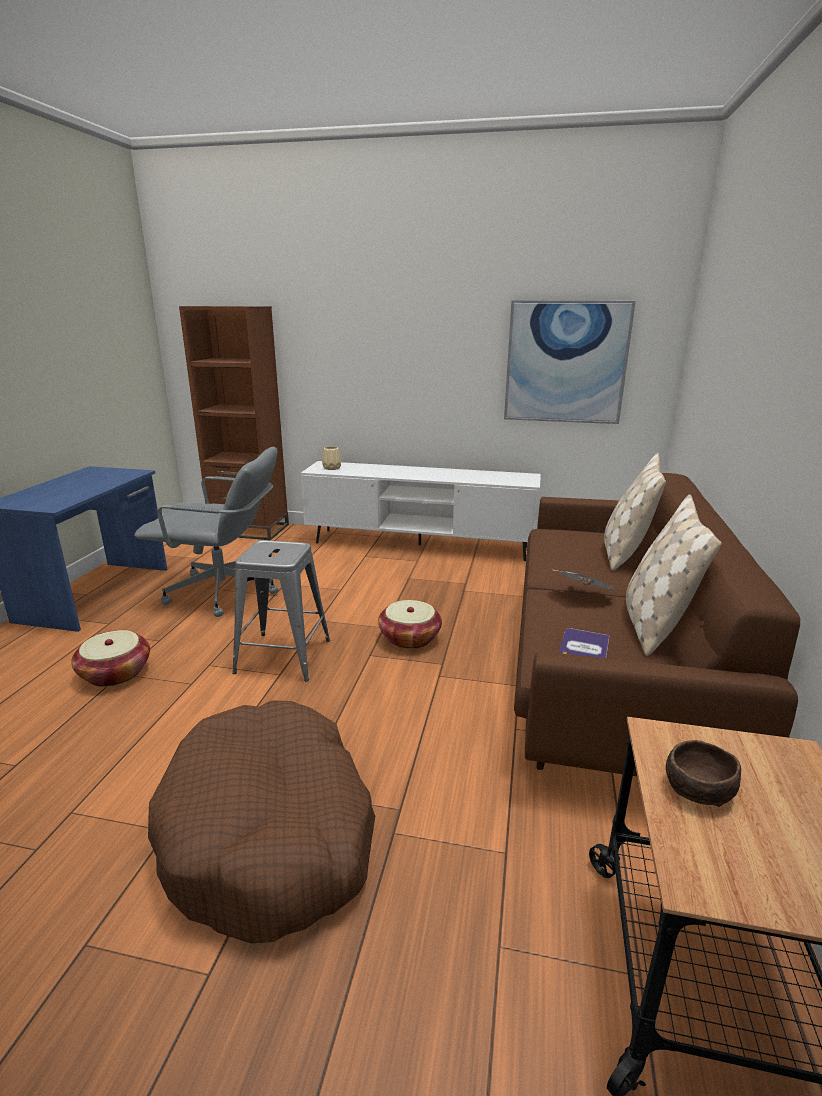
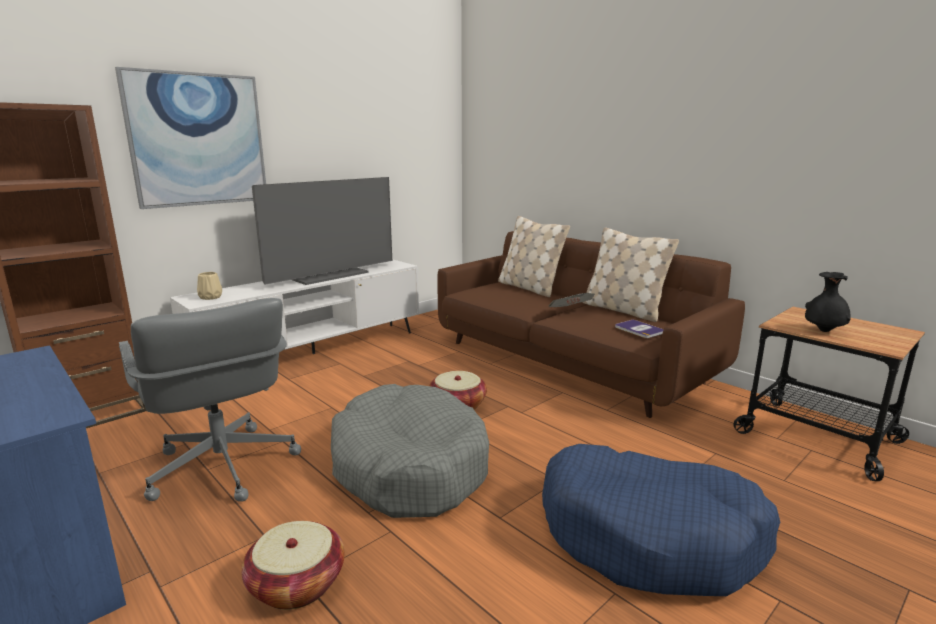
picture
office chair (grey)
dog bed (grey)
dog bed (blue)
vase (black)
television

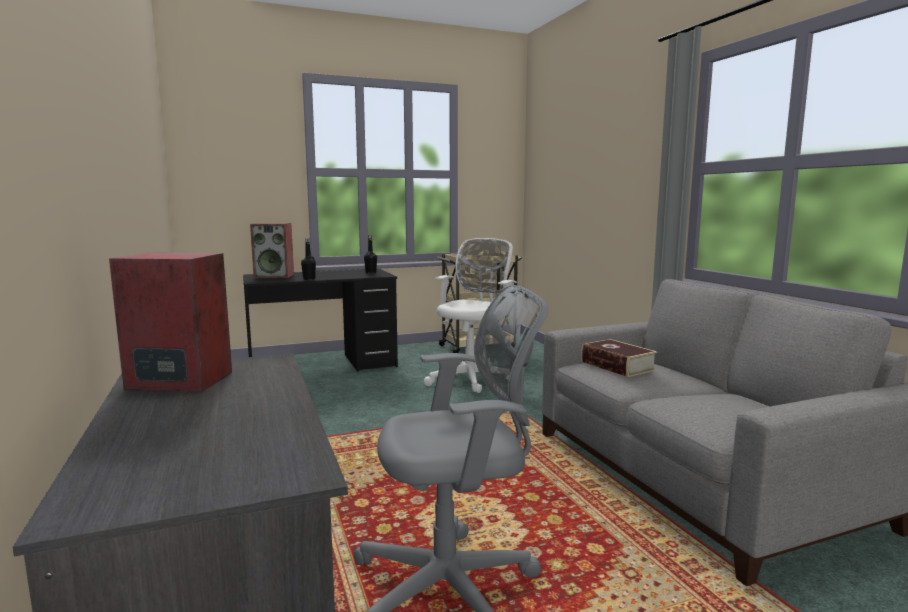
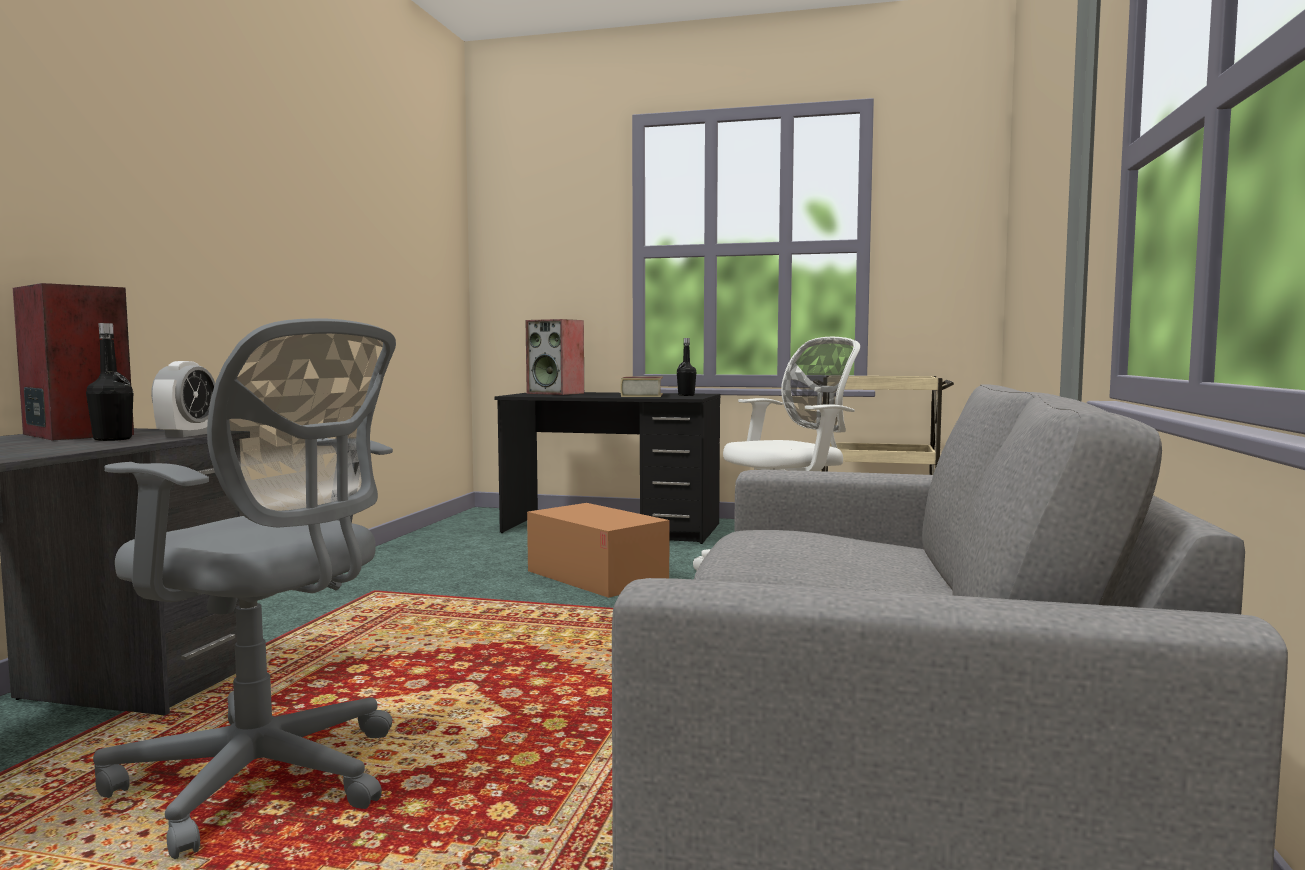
bottle (black) (no. 1 from left)
book
alarm clock
cardboard box

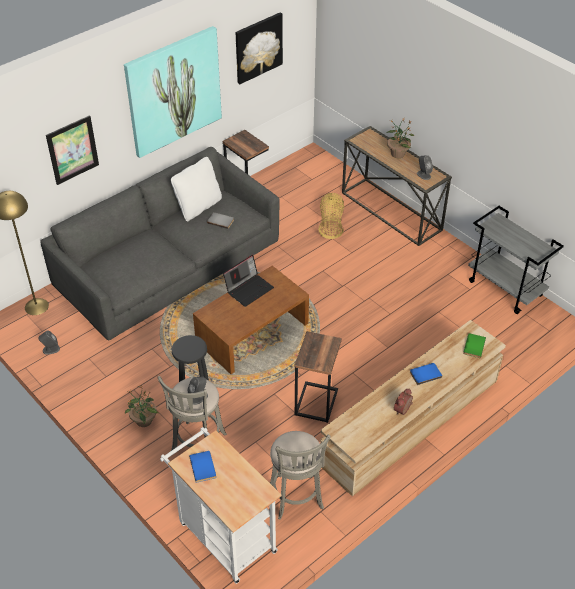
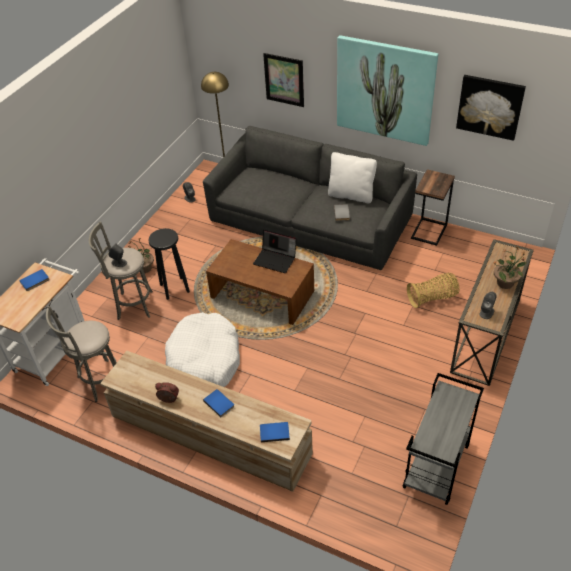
dog bed (white)
book (blue) (no. 3 from left)

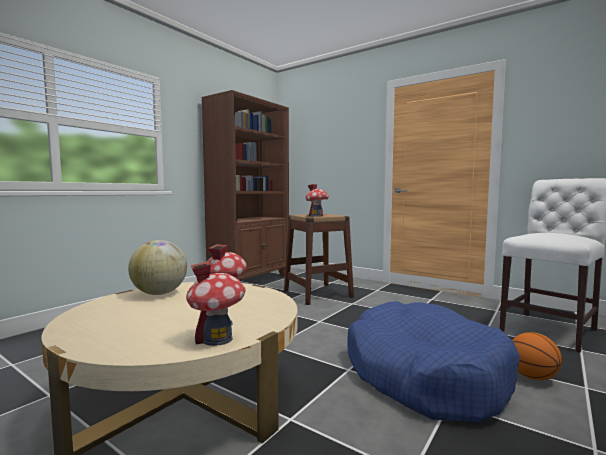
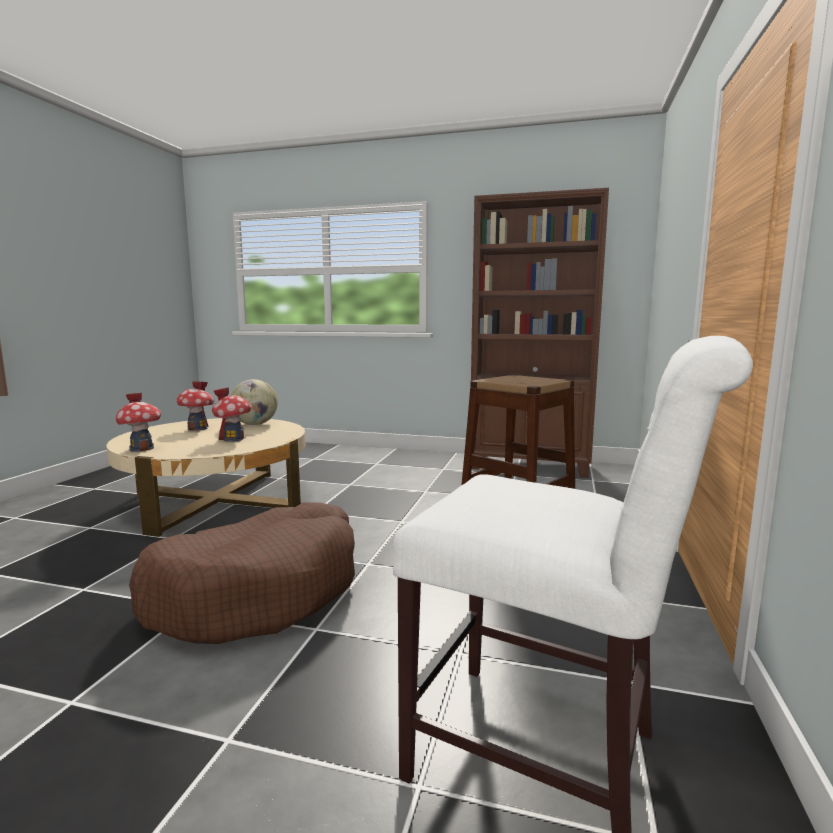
toy house (no. 2 from left)
dog bed (brown)
basketball

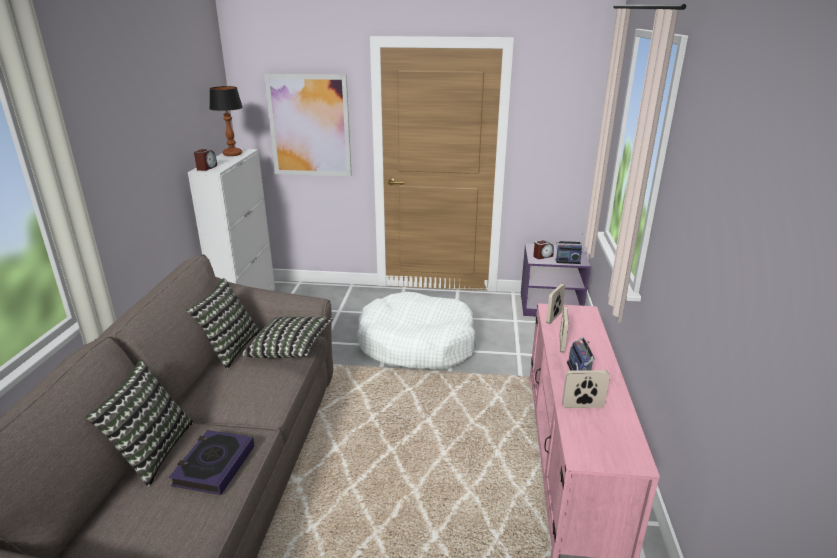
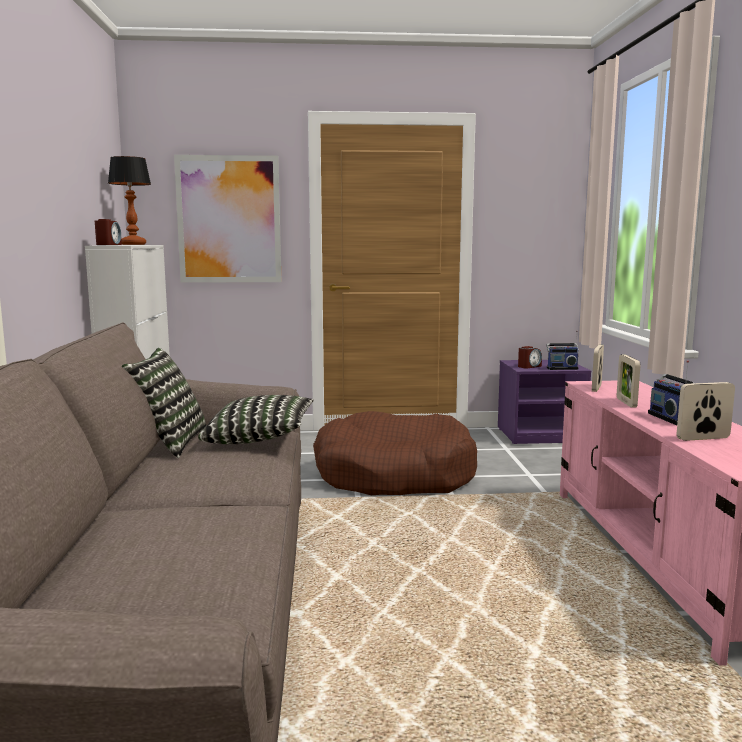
dog bed (brown)
pillow (no. 1 from left in the first image)
book

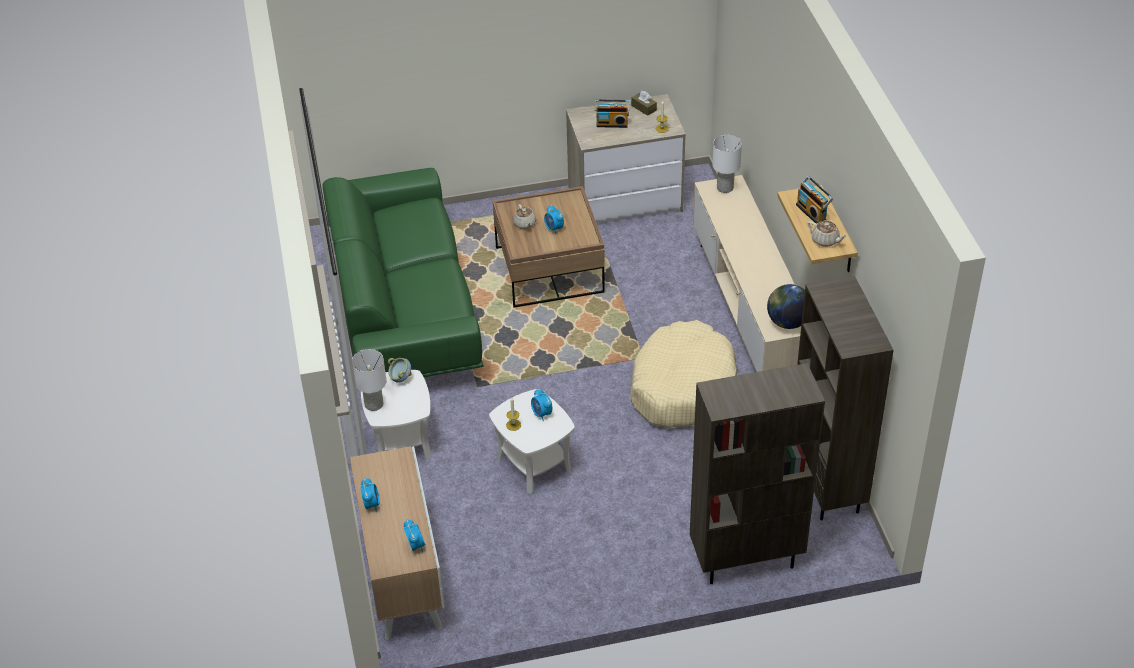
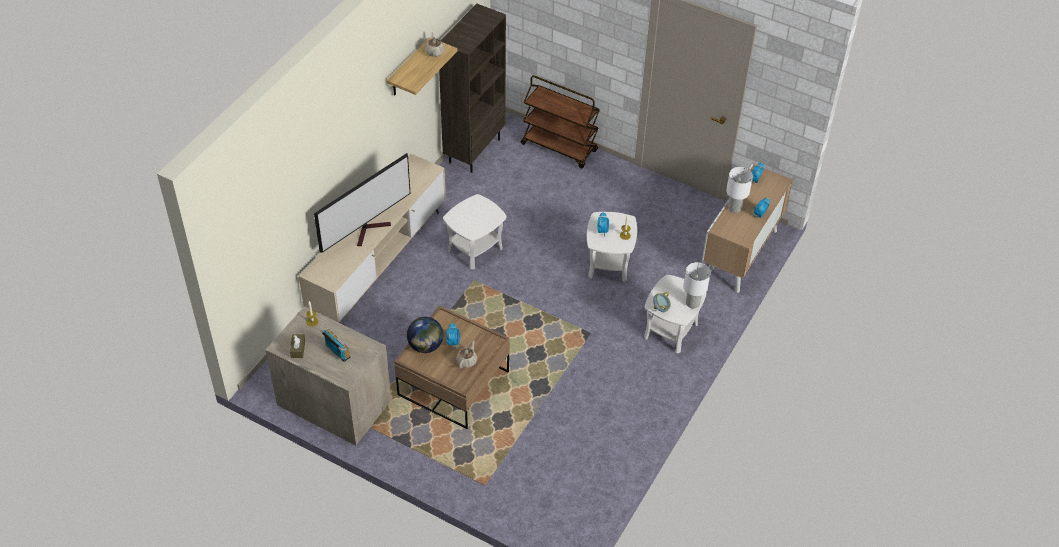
table lamp (white) (no. 2 from left)
sofa (green)
radio (no. 2 from left in the first image)
globe
side table (white) (no. 1 from left)
cart (brown)
television

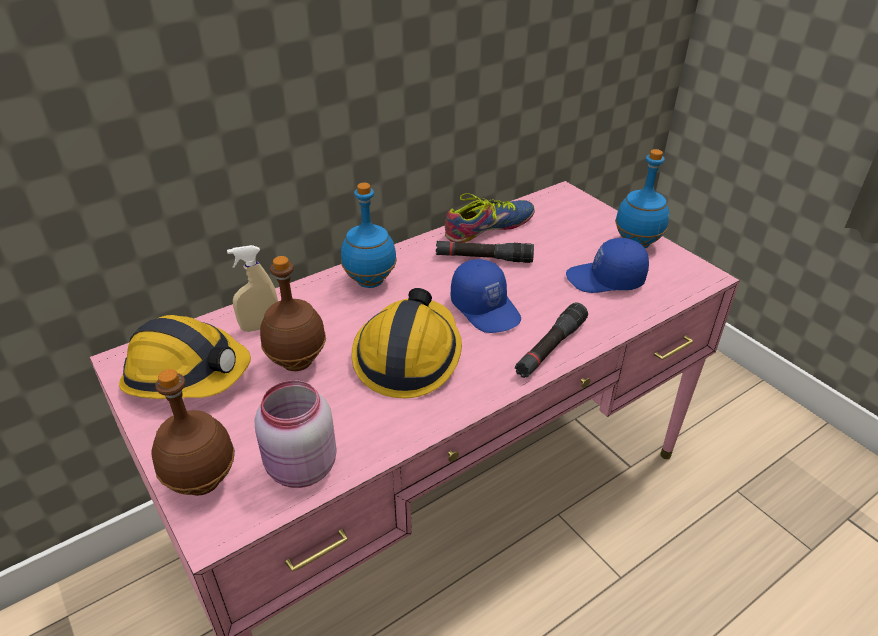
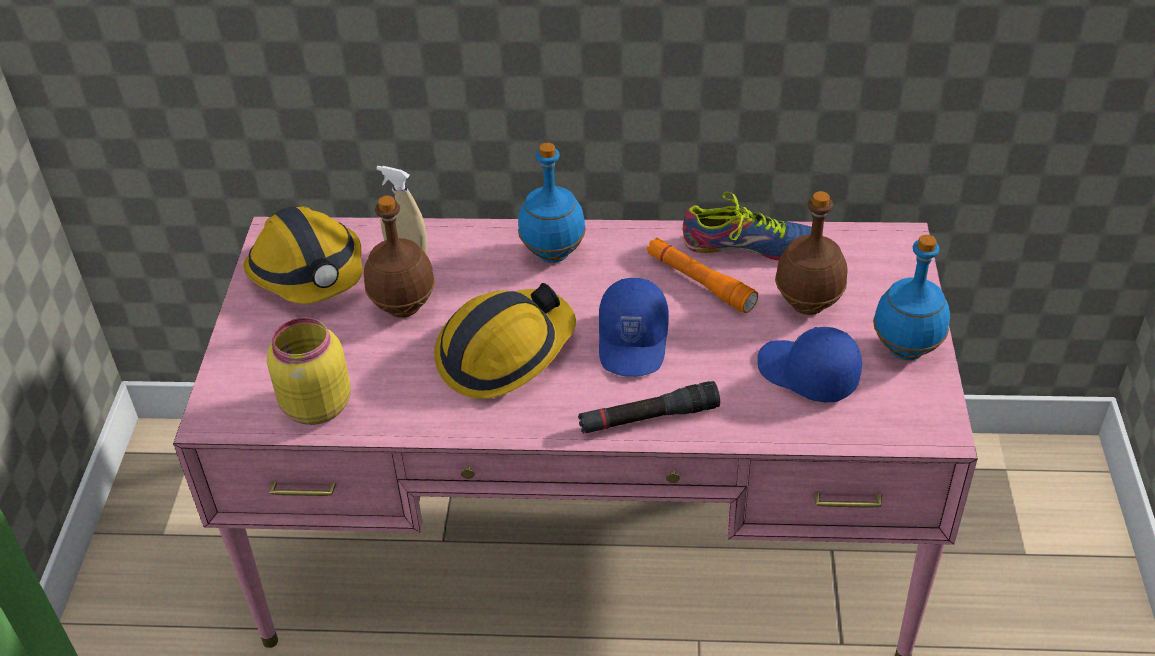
flashlight (orange)
bottle (brown) (no. 2 from left)
jar (yellow)

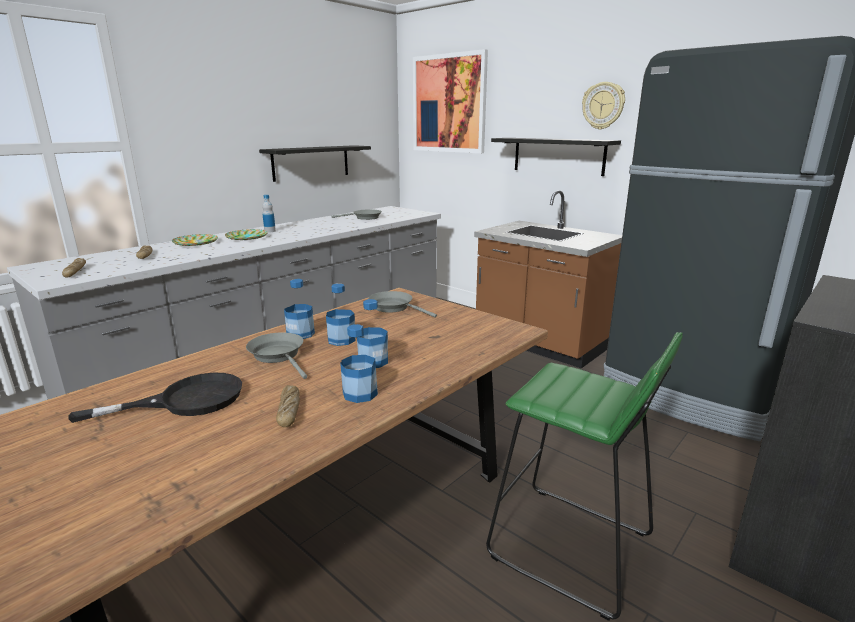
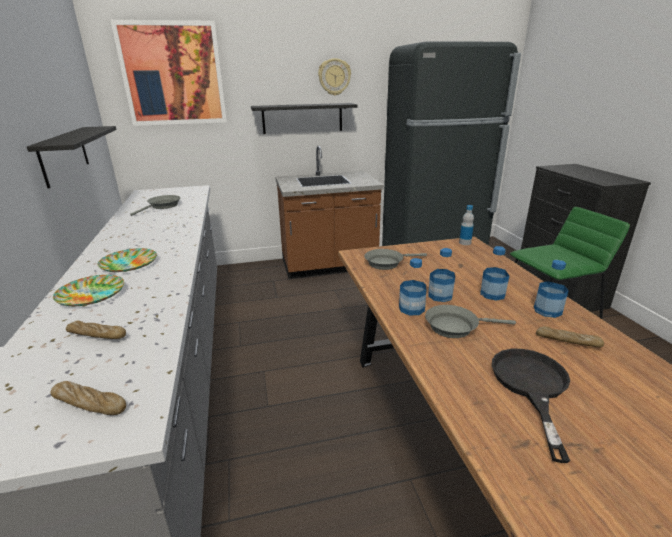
bottle (no. 3 from left)

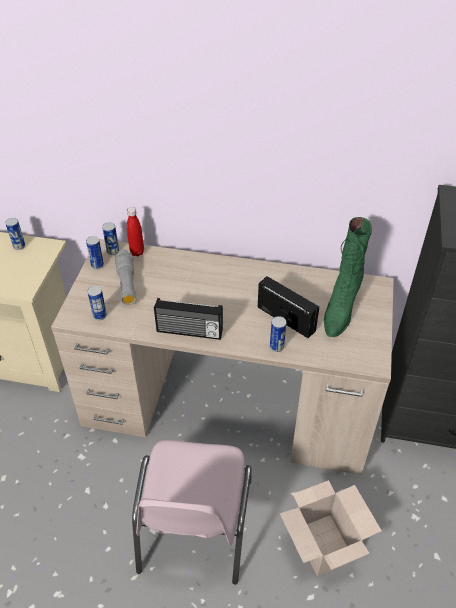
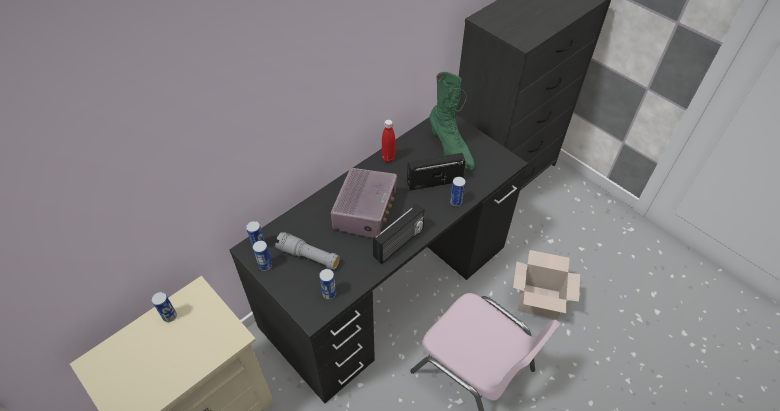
bottle (red)
desk (black)
radio (no. 1 from left)

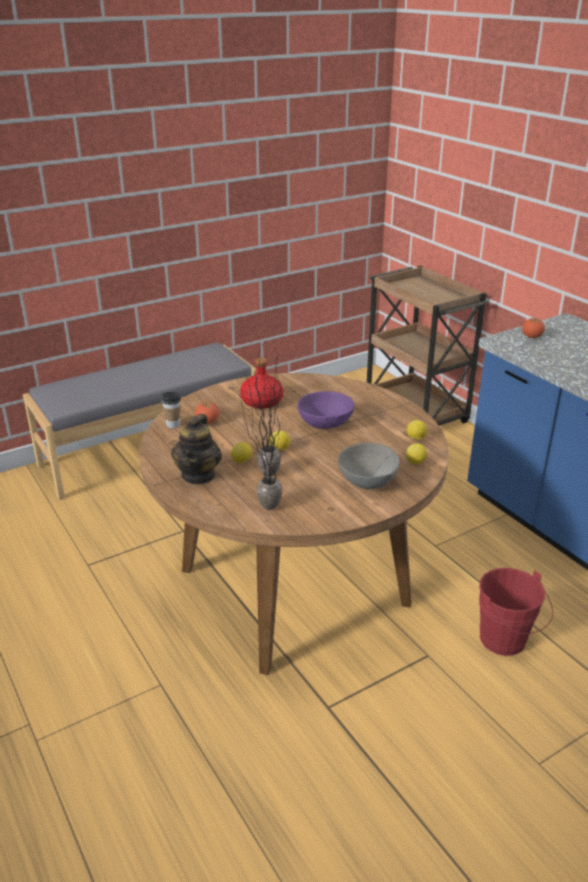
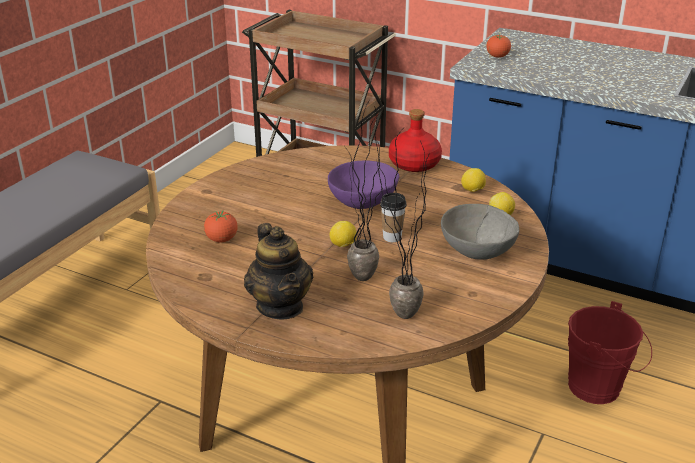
bottle (red)
cup
lemon (no. 1 from left in the first image)

